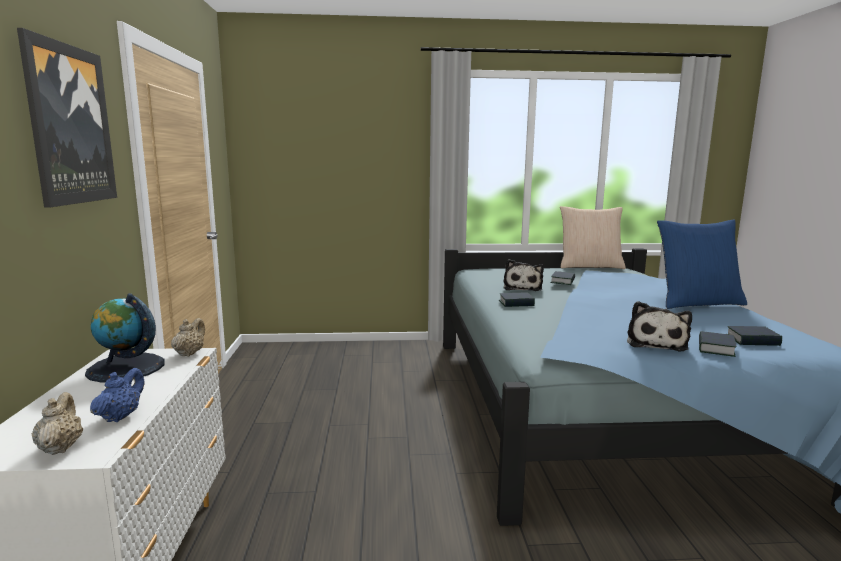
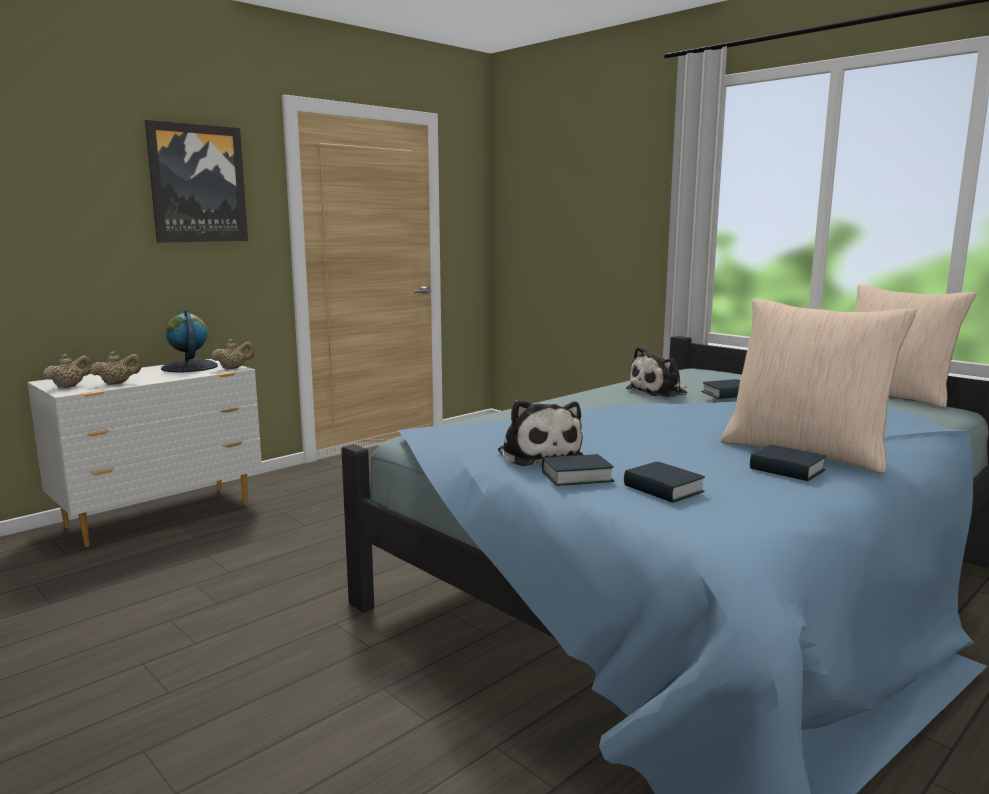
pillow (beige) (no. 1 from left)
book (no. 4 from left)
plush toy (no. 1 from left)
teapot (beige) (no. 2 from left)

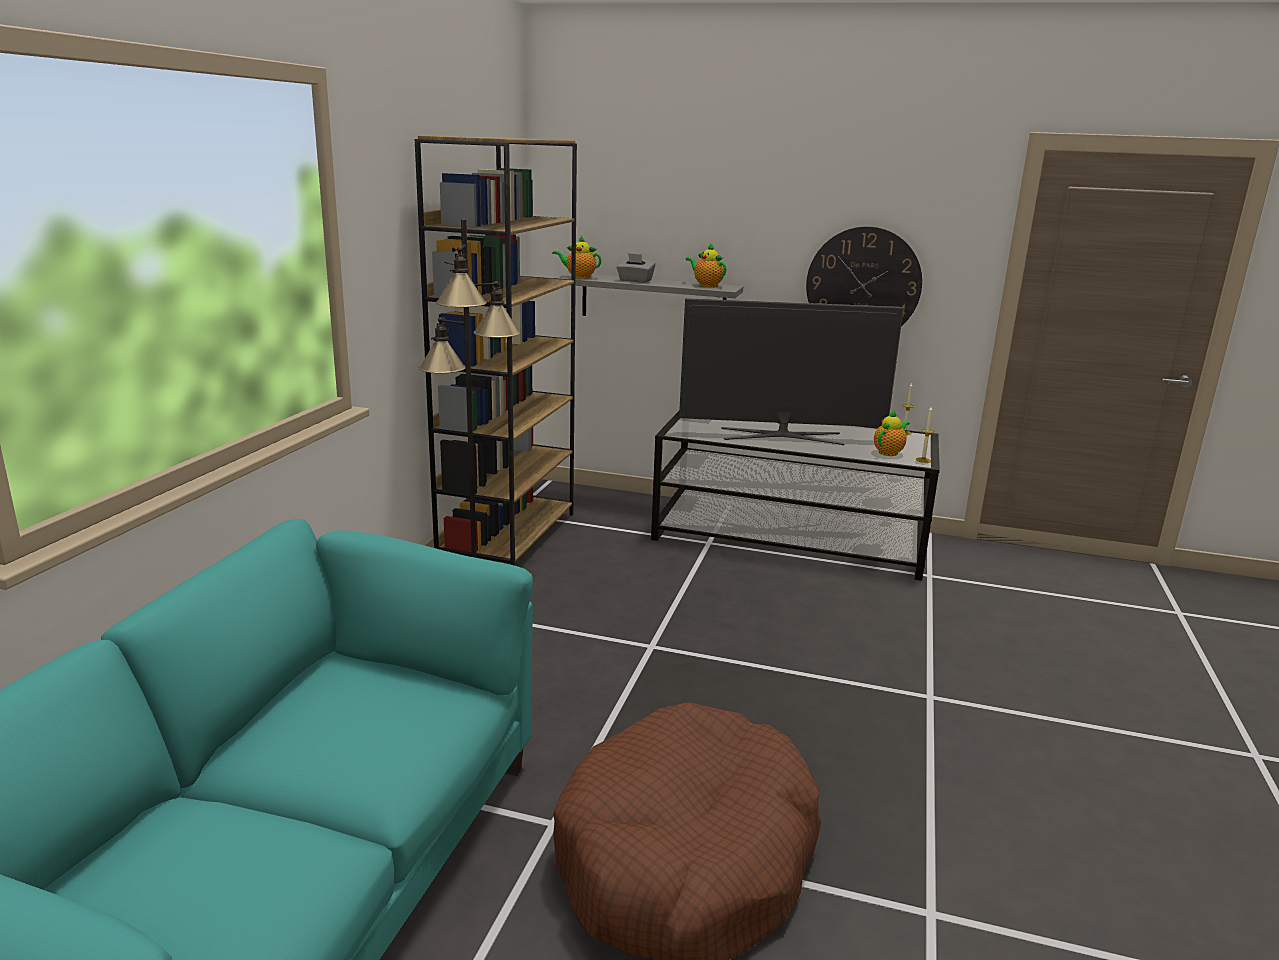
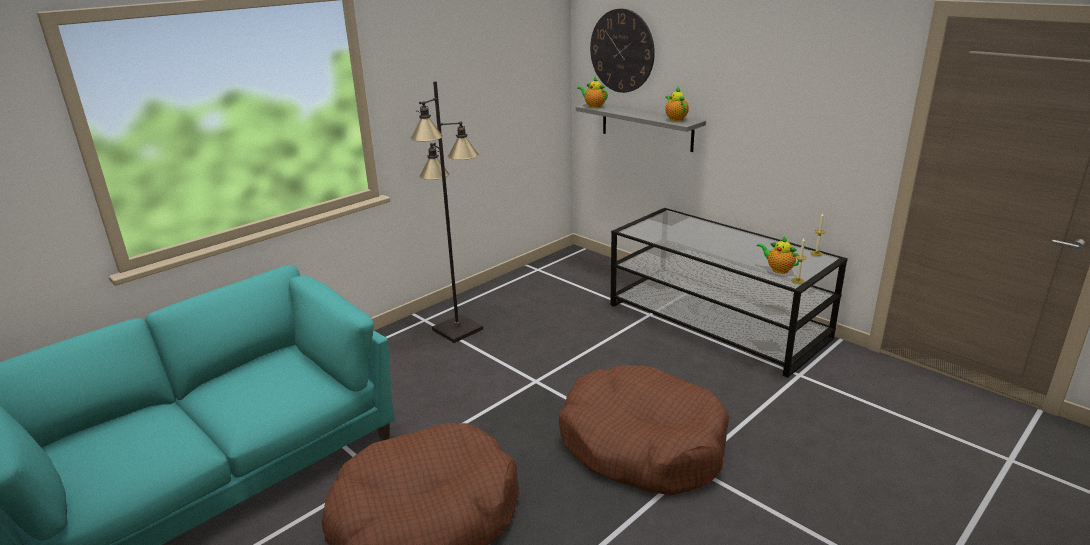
bookcase (brown)
wall clock
tissue box (grey)
television
teapot (no. 3 from left)
dog bed (brown) (no. 2 from left)

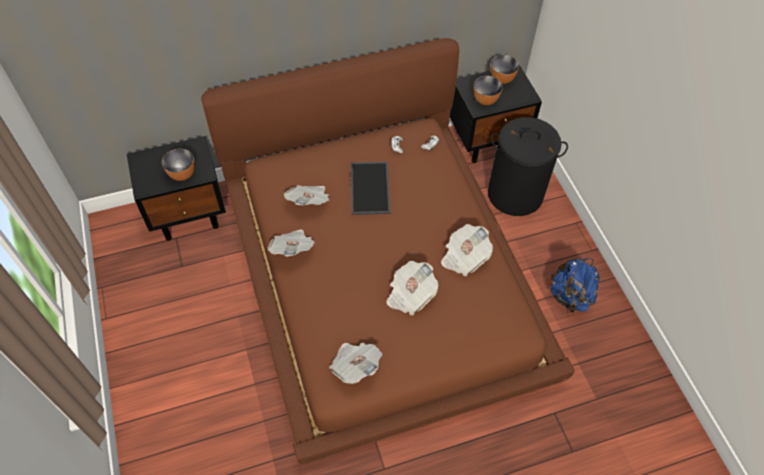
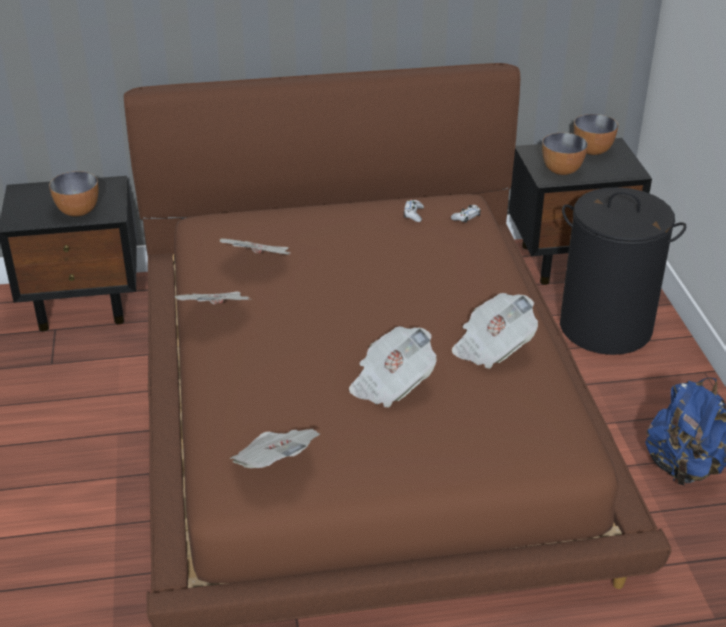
tray

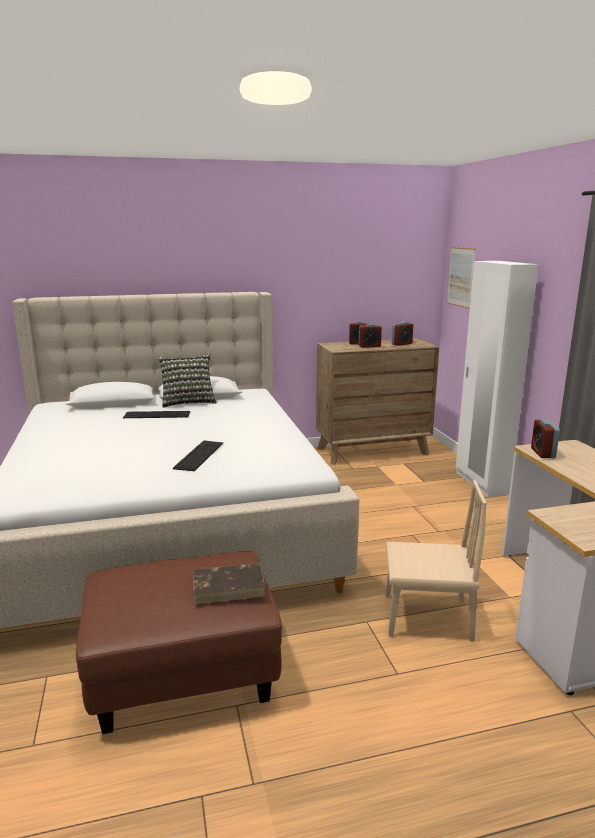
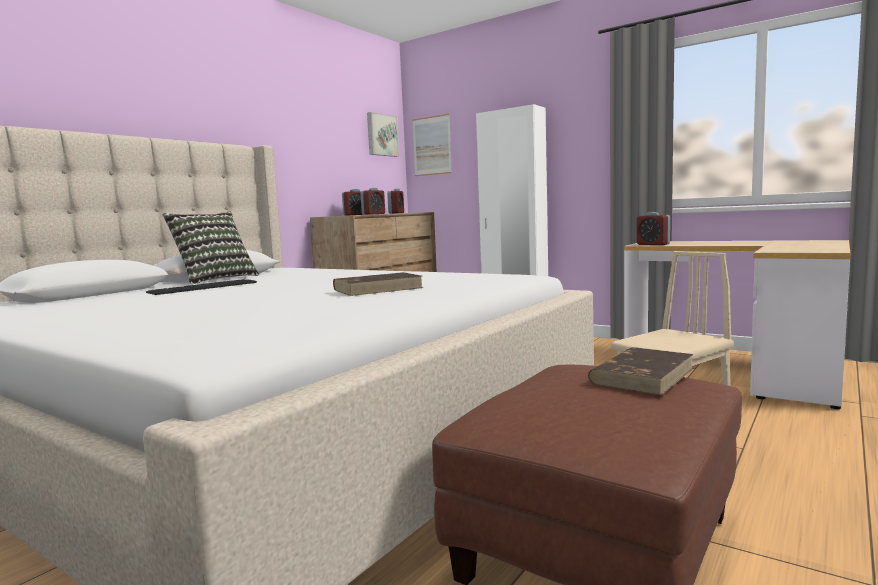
book (brown) (no. 1 from left)
picture (no. 1 from left)

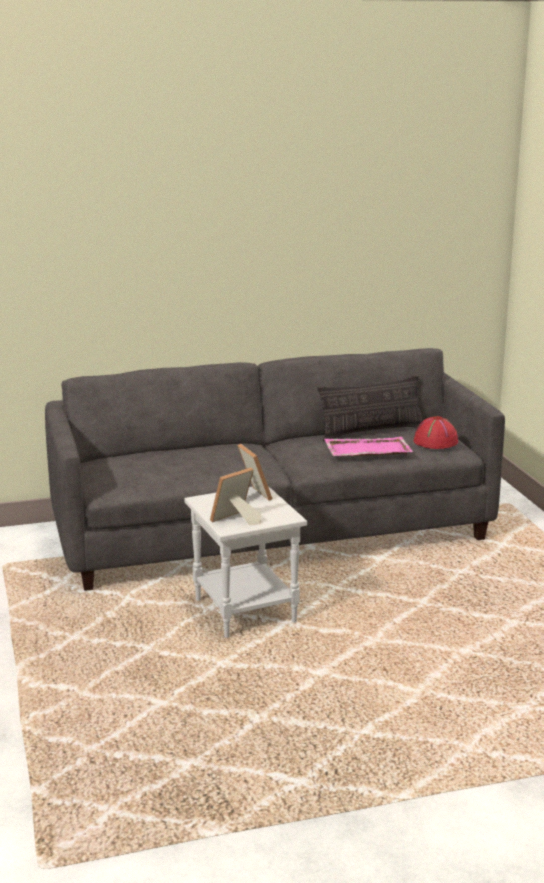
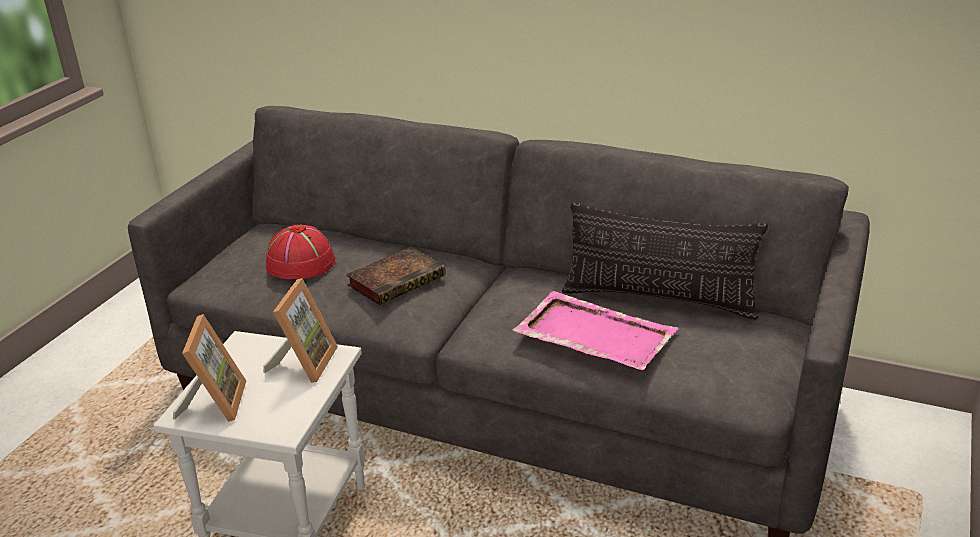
hat (red)
picture frame (no. 1 from left)
book

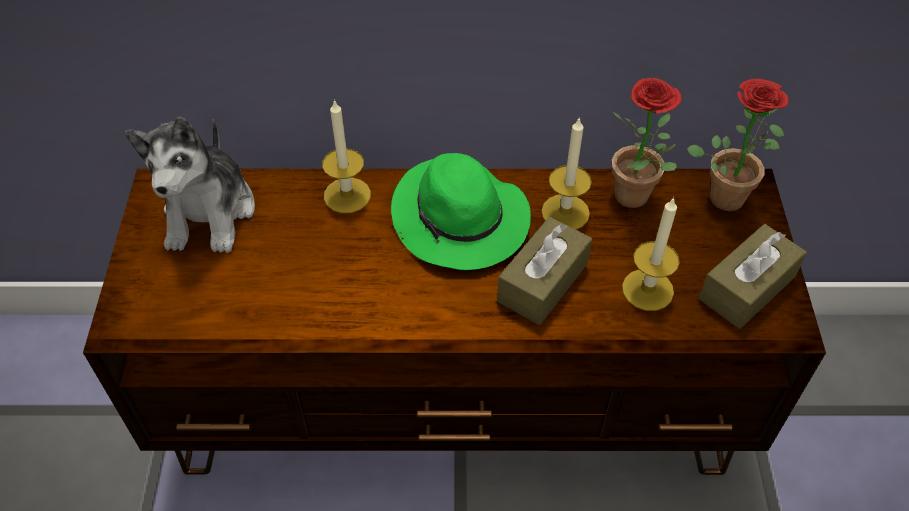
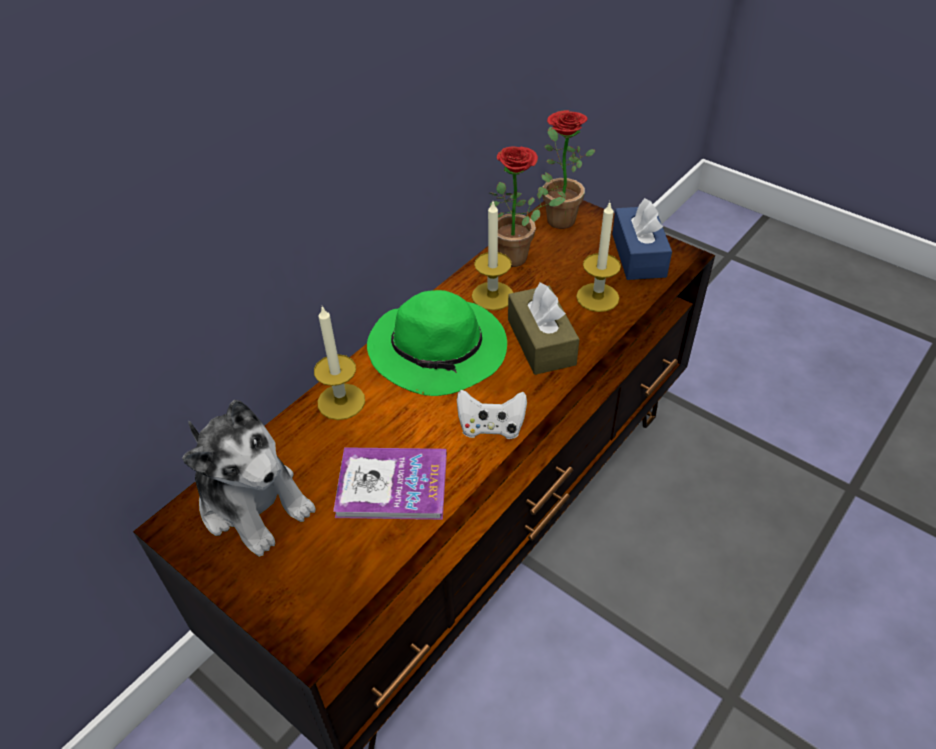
tissue box (blue)
game controller (white)
book

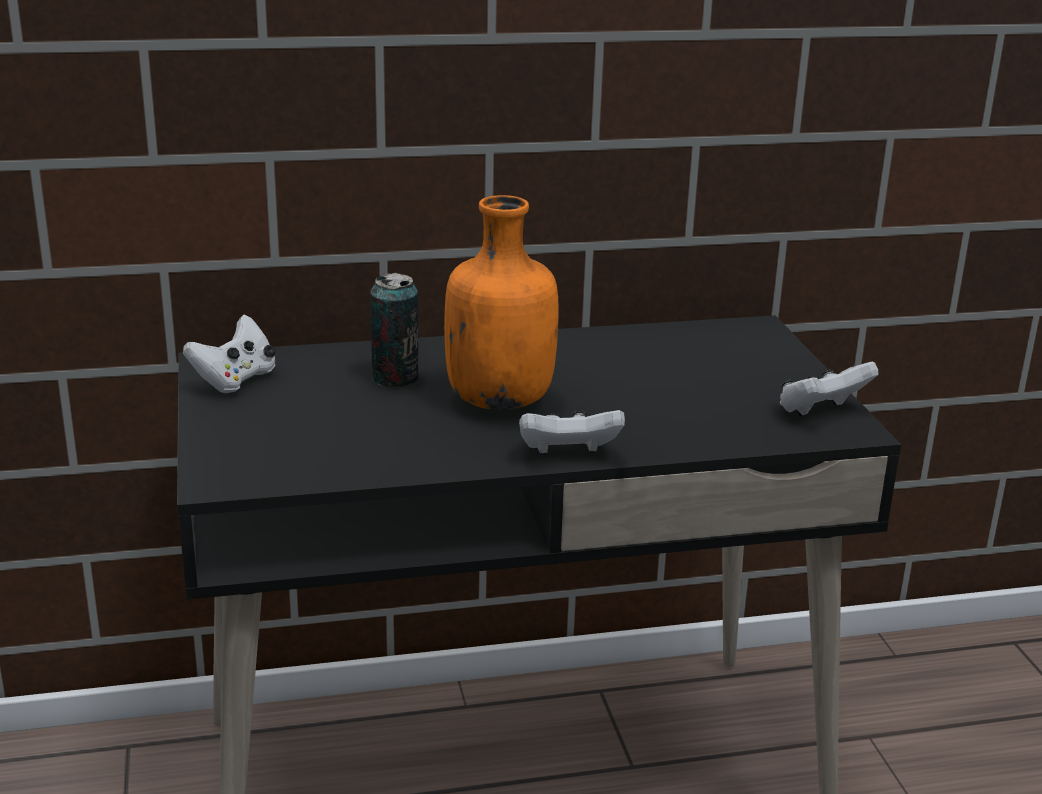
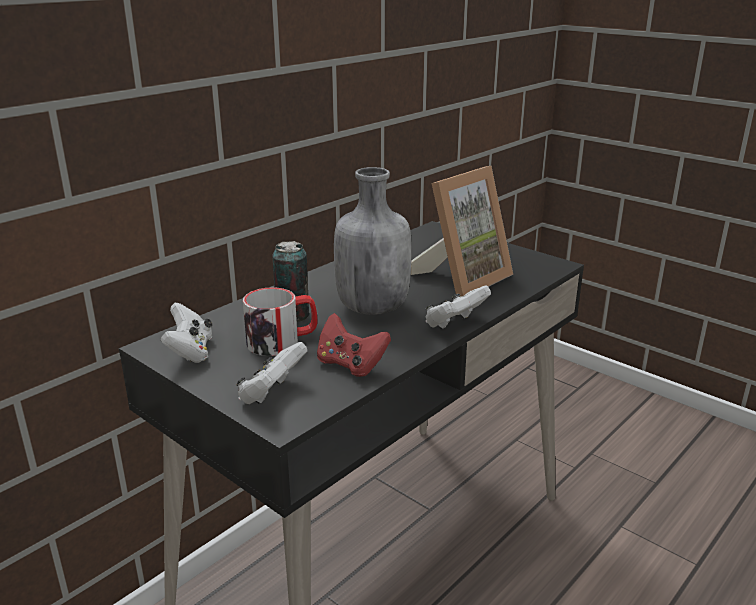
bottle (grey)
game controller (white) (no. 2 from left)
picture frame
mug
game controller (red)

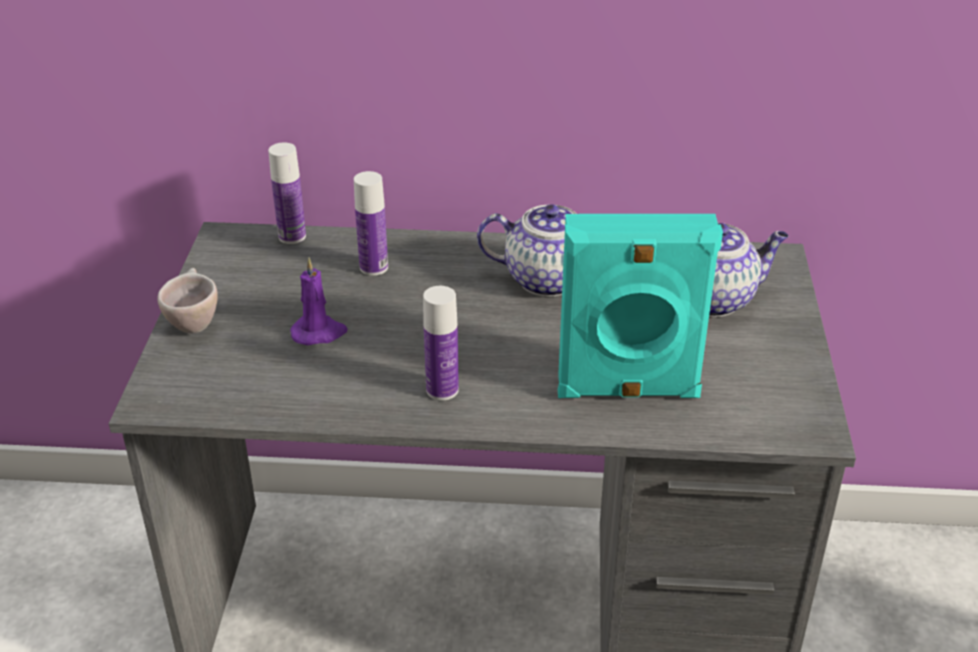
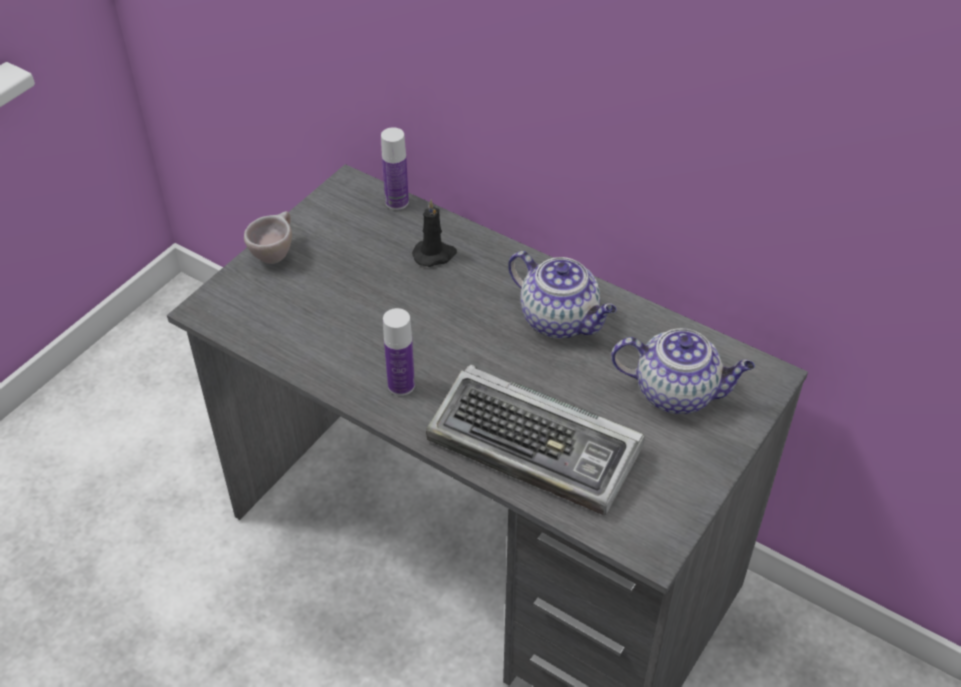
candle (black)
keyboard
candle (purple)

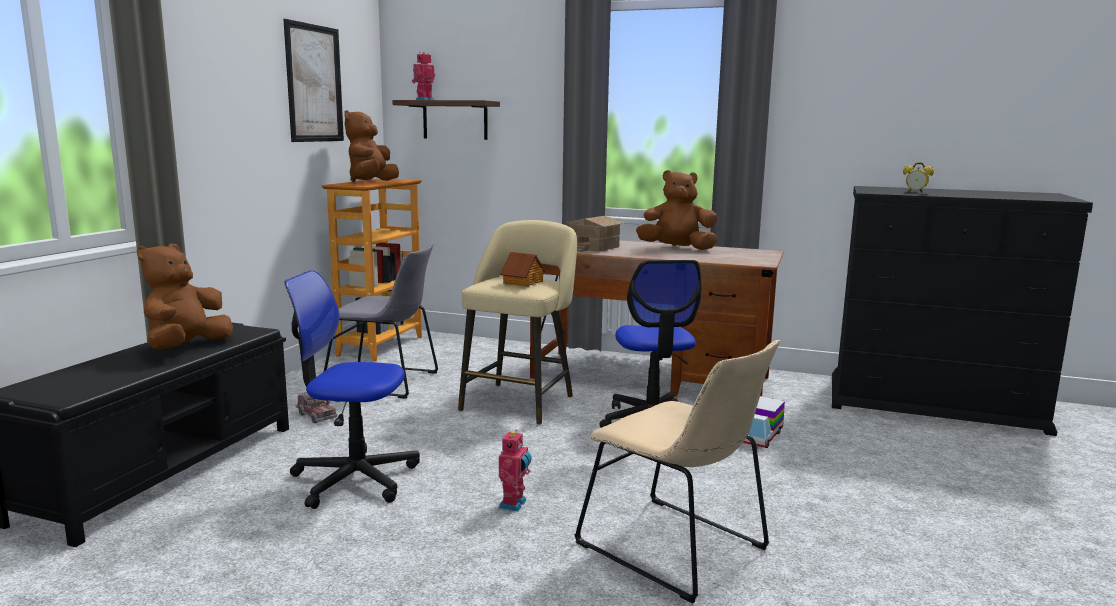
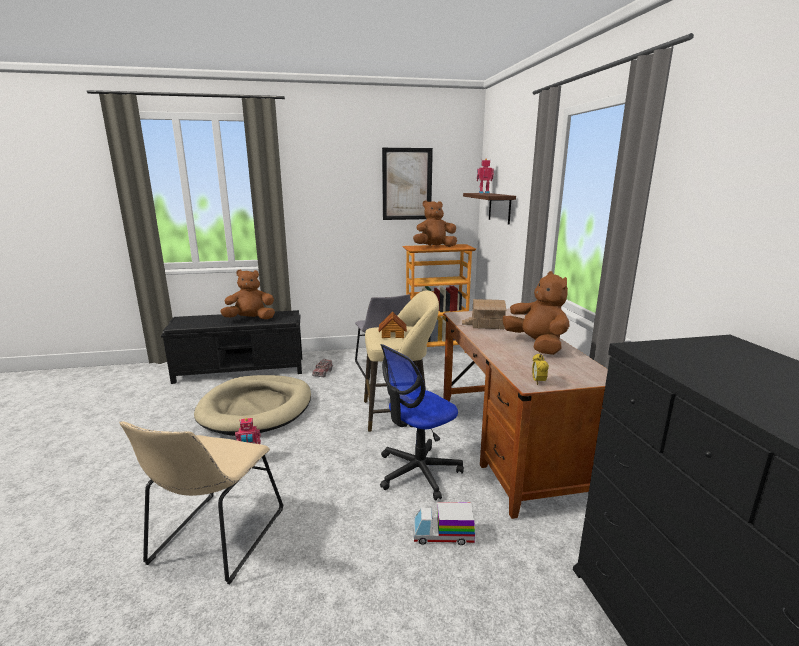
alarm clock
dog bed (beige)

